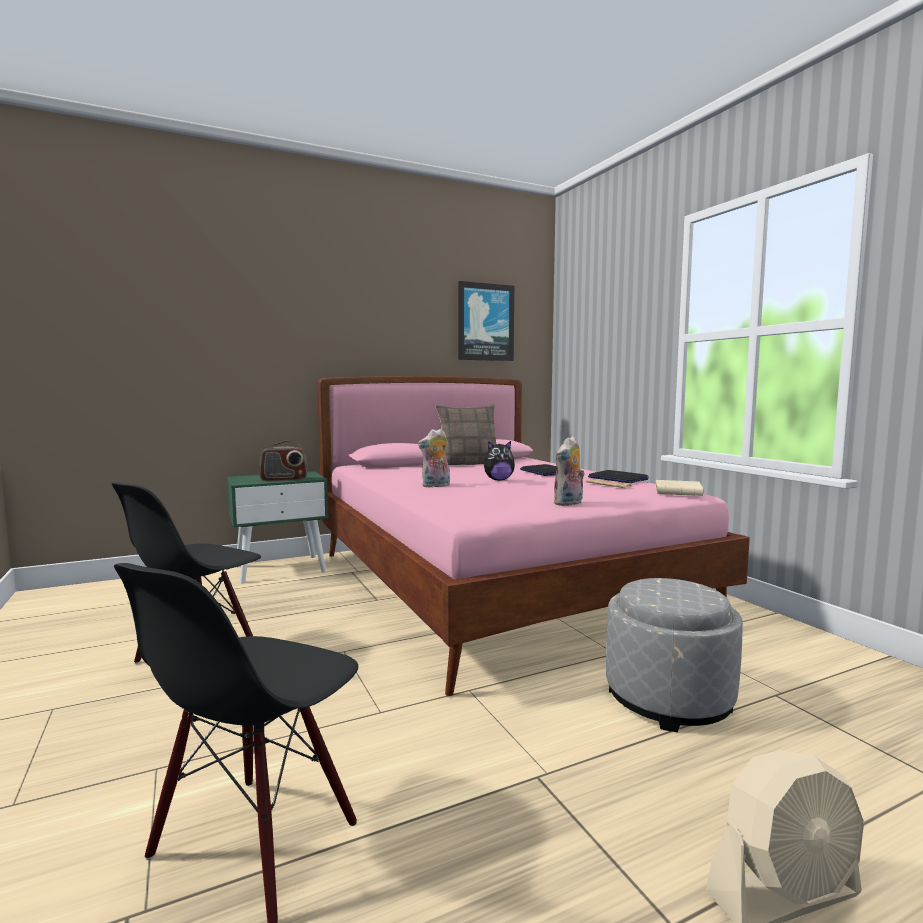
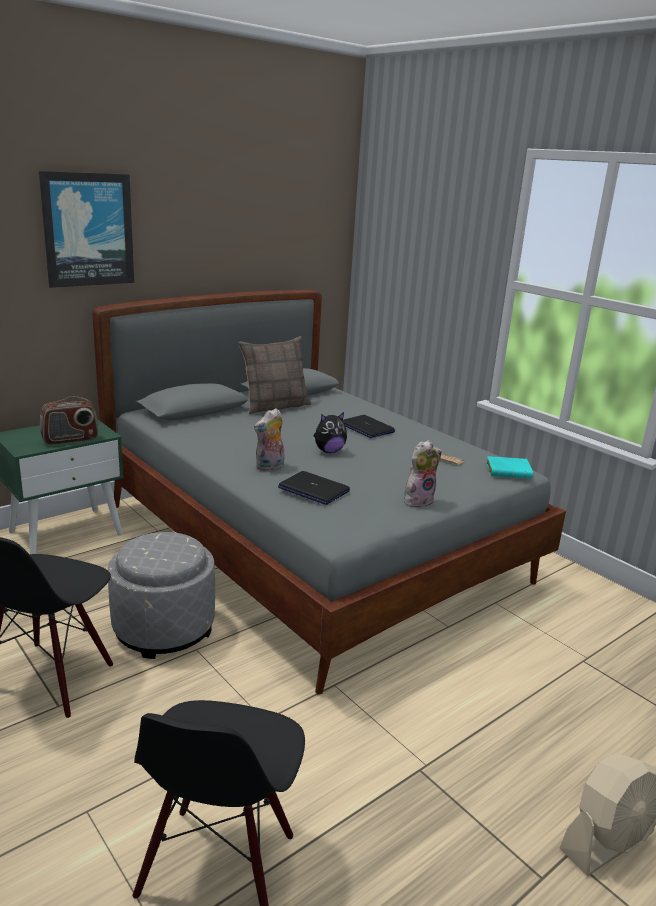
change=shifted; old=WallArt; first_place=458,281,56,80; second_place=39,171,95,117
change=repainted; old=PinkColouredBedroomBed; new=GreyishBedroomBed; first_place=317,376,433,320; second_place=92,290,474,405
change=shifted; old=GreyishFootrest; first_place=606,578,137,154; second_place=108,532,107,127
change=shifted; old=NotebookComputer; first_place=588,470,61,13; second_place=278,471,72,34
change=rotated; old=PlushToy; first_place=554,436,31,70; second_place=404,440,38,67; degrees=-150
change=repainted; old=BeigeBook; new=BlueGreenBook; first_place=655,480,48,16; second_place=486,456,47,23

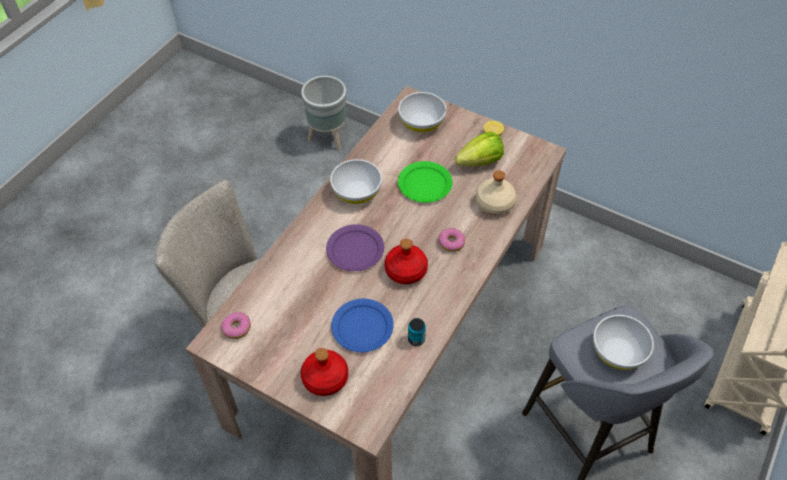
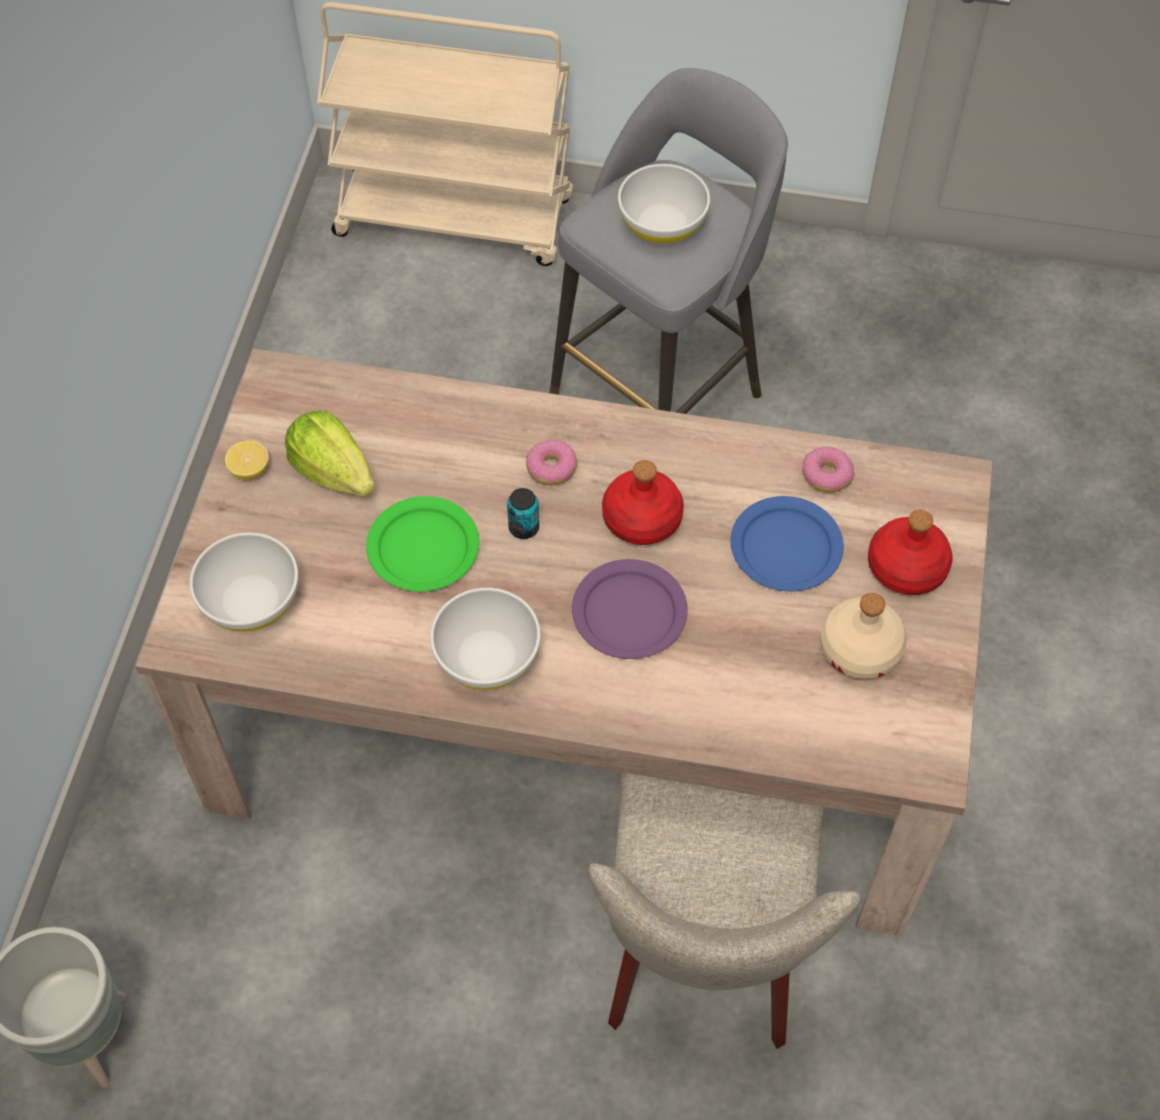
change=shifted; old=Can; first_place=408,318,18,28; second_place=507,488,32,51
change=shifted; old=Doughnut; first_place=221,312,30,27; second_place=802,446,52,47
change=shifted; old=BeigeDrinkBottle; first_place=476,170,41,45; second_place=820,593,87,86

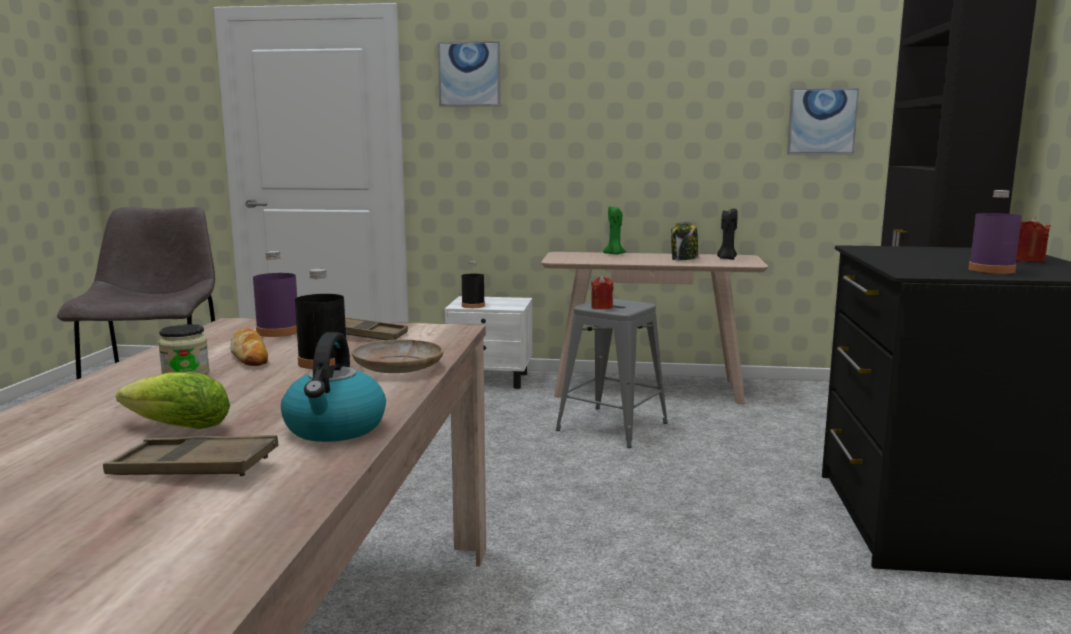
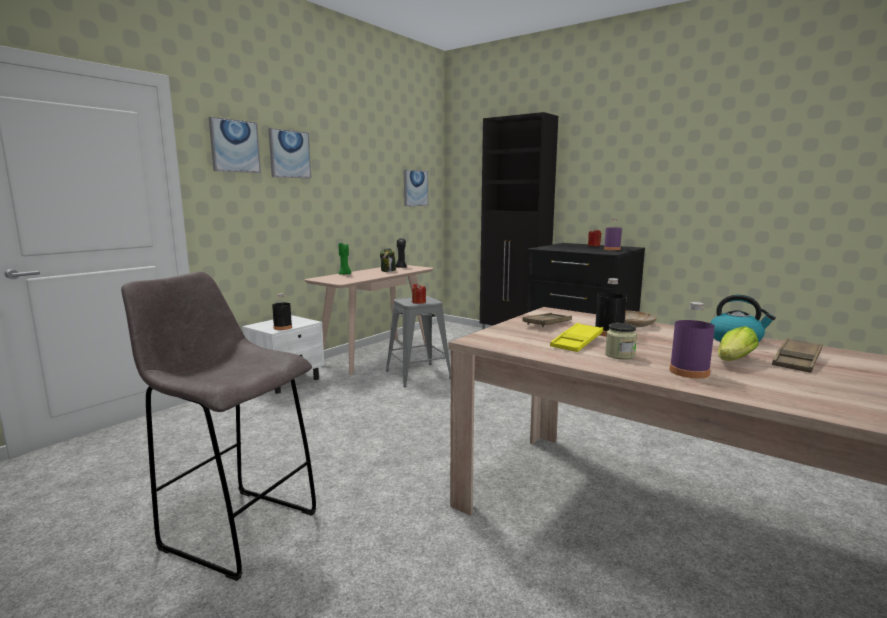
change=new; new=WallArt; second_place=268,128,43,50
change=swapped; old=BakedBread; new=YellowCarryingTray; first_place=230,328,38,38; second_place=550,323,53,29
change=shifted; old=PurplishDrinkBottle; first_place=253,251,44,86; second_place=669,302,46,76

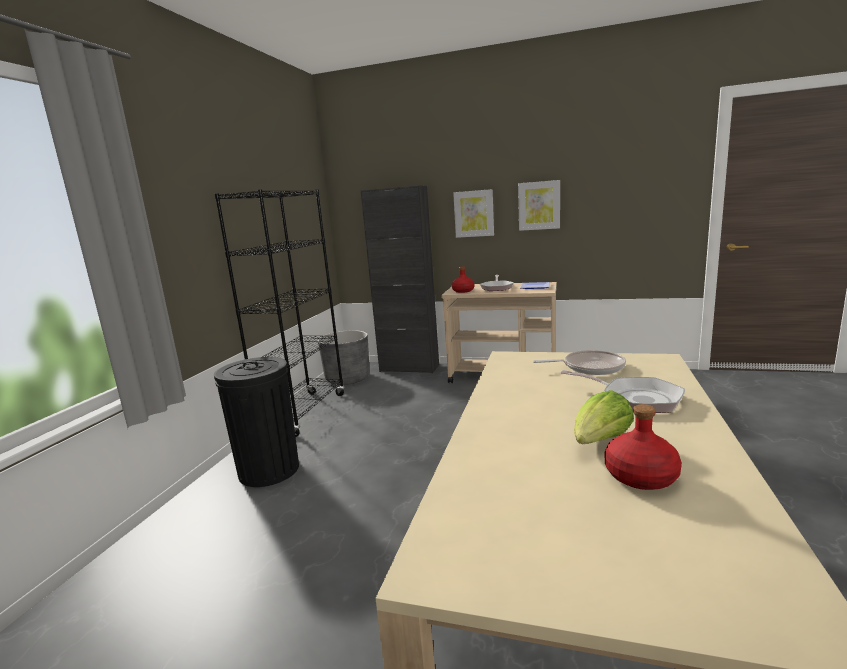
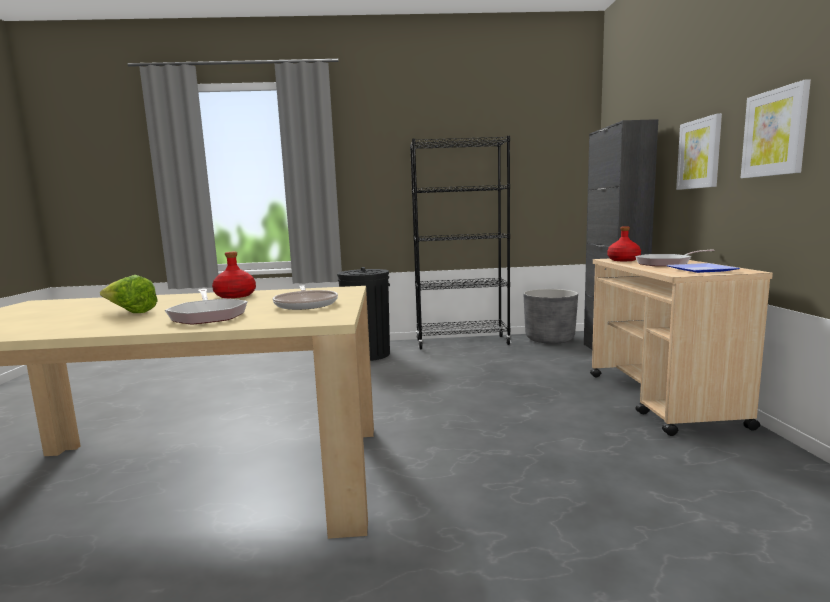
change=rotated; old=Skillet; first_place=561,370,124,43; second_place=165,289,83,36; degrees=-45
change=shifted; old=ReddishDrinkBottle; first_place=605,404,77,86; second_place=212,252,44,46

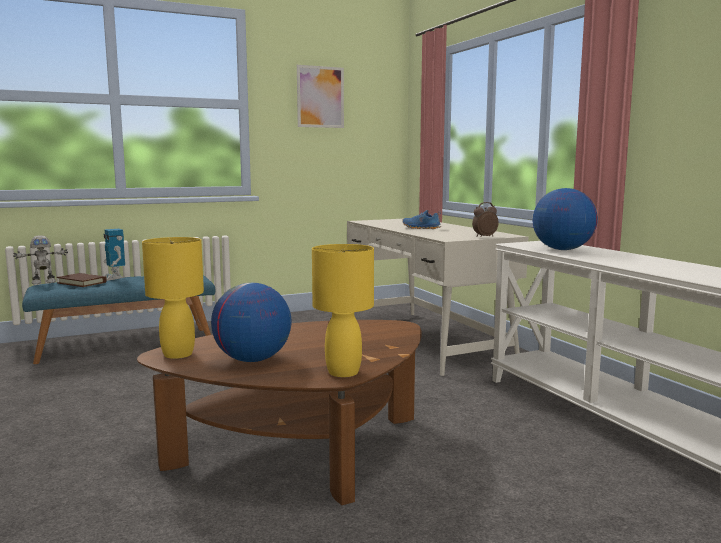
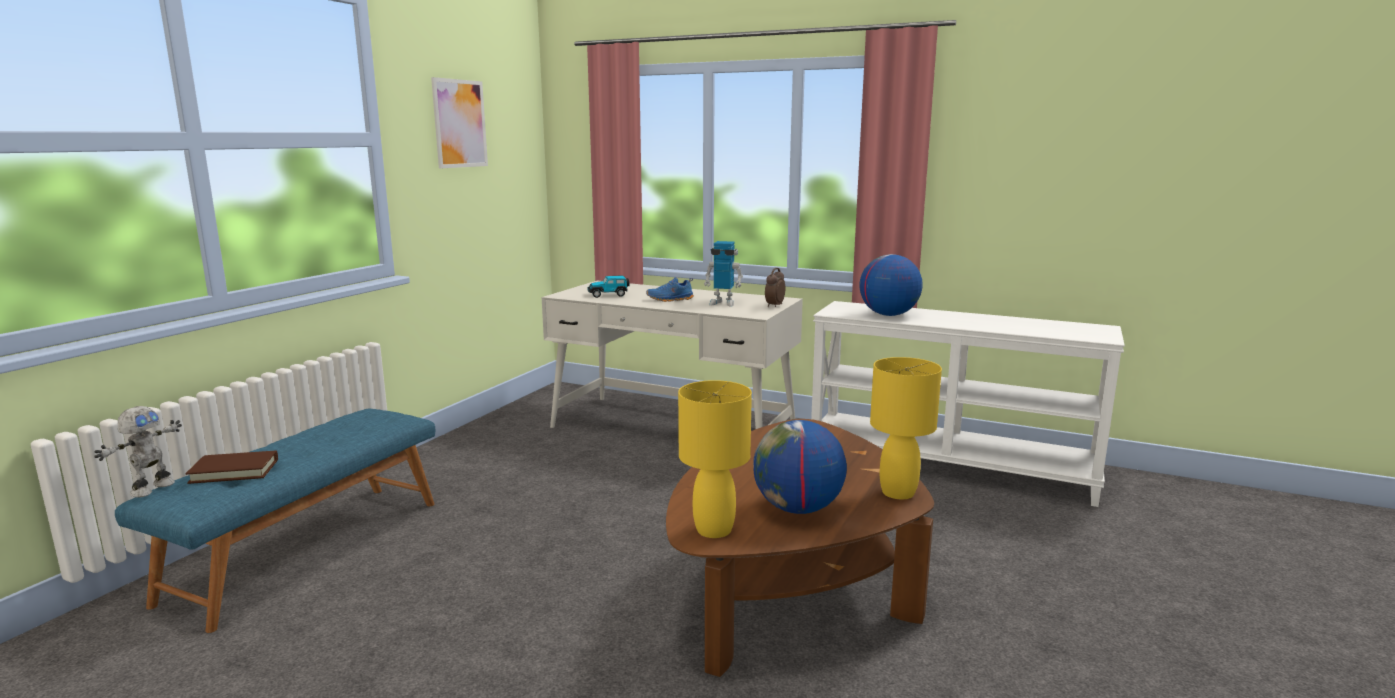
change=new; new=ModelCar; second_place=588,275,42,23
change=shifted; old=ToyRobot; first_place=103,229,22,52; second_place=704,241,39,66

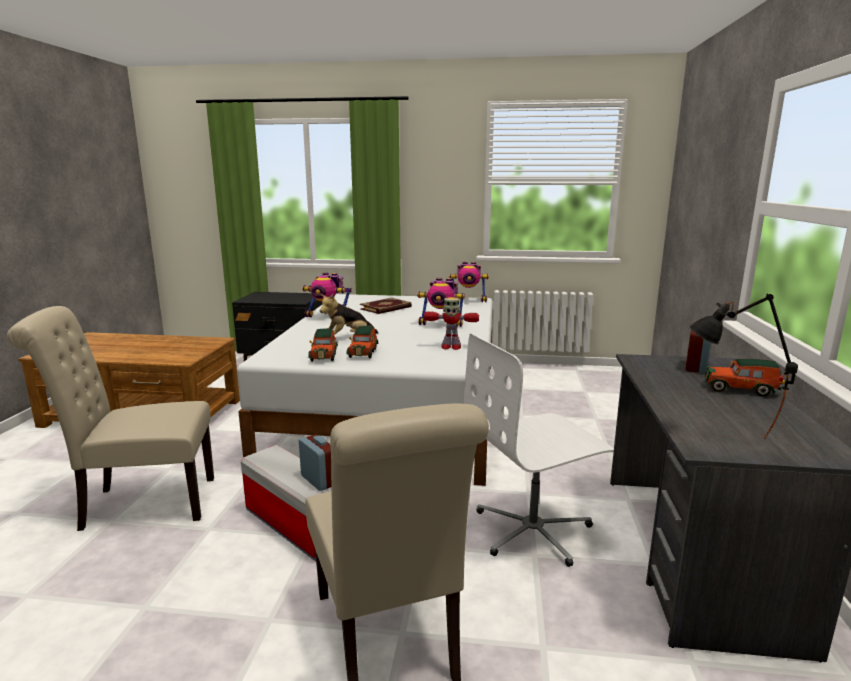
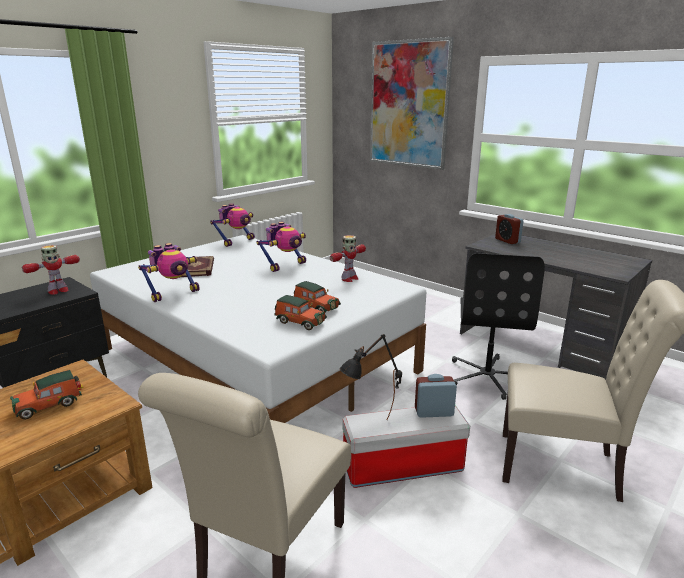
change=shifted; old=ModelCar; first_place=705,359,80,37; second_place=10,370,74,50
change=new; new=ToyRobot; second_place=22,245,58,50
change=shifted; old=BlackishTableLamp; first_place=690,294,108,145; second_place=339,334,63,87
change=new; new=WallArt; second_place=370,37,84,133
change=repainted; old=WhiteColouredComputerChair; new=BlackishComputerChair; first_place=464,333,150,234; second_place=452,253,93,147
change=gone; old=PlushToy; first_place=320,294,58,41

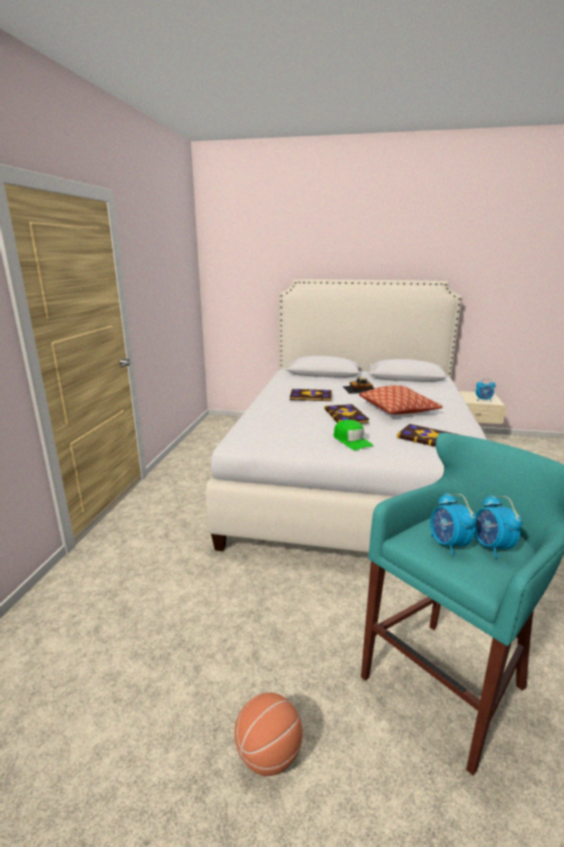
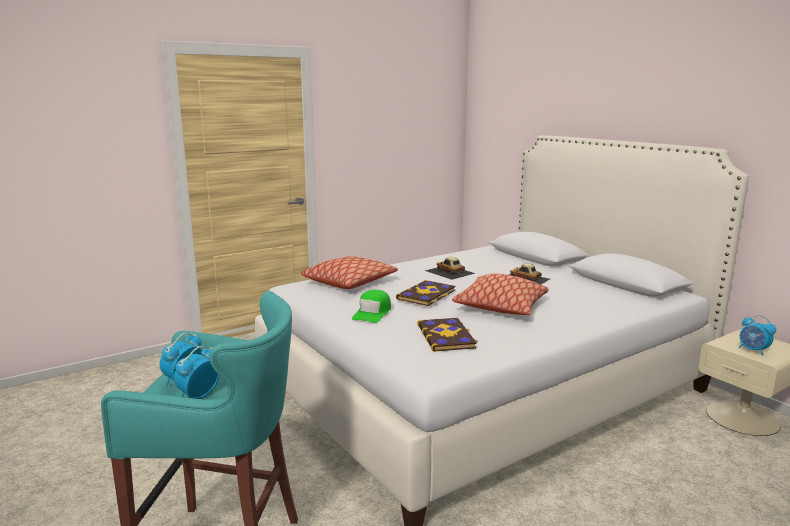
change=new; new=ThrowPillow; second_place=301,256,97,33
change=swapped; old=Book; new=ModelCar; first_place=290,389,42,12; second_place=425,257,50,23
change=gone; old=Basketball; first_place=234,693,69,83

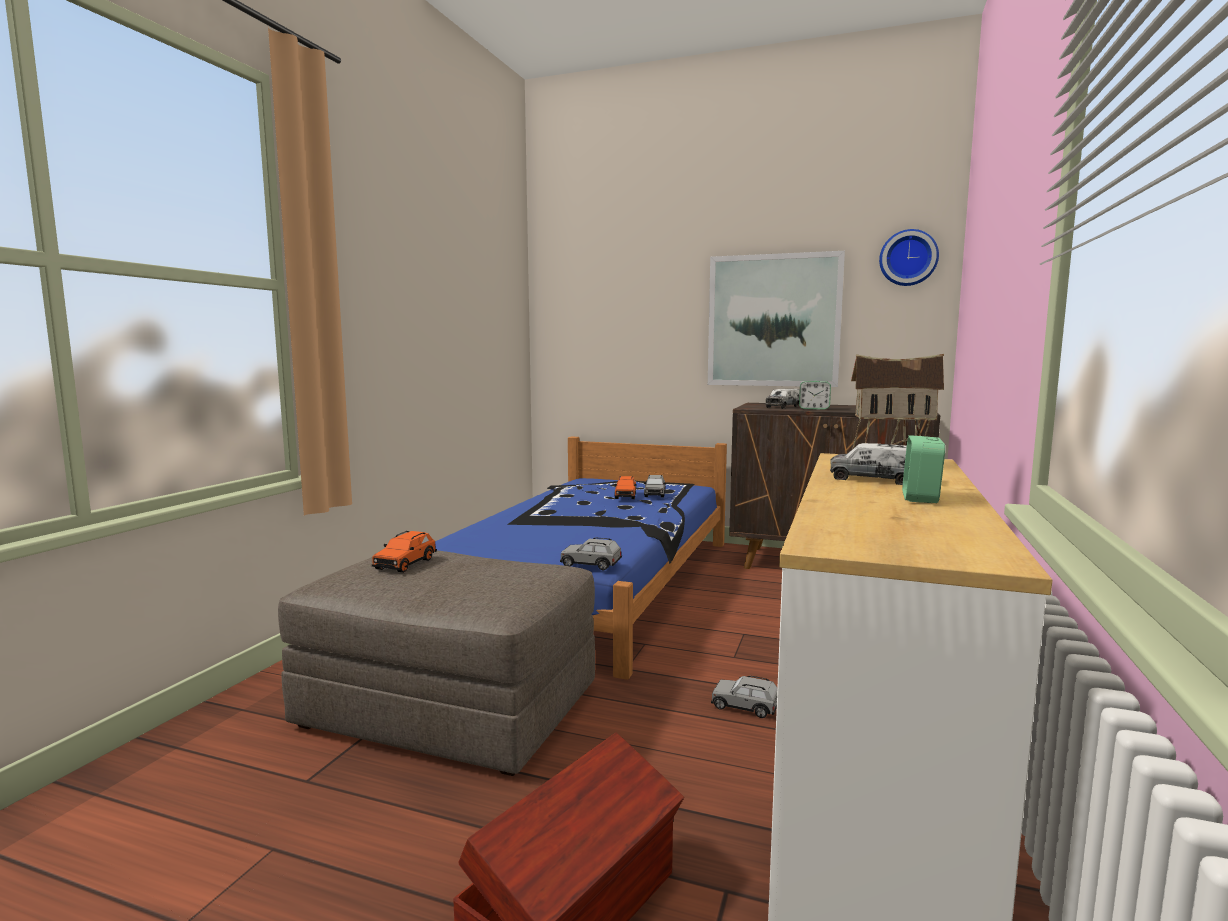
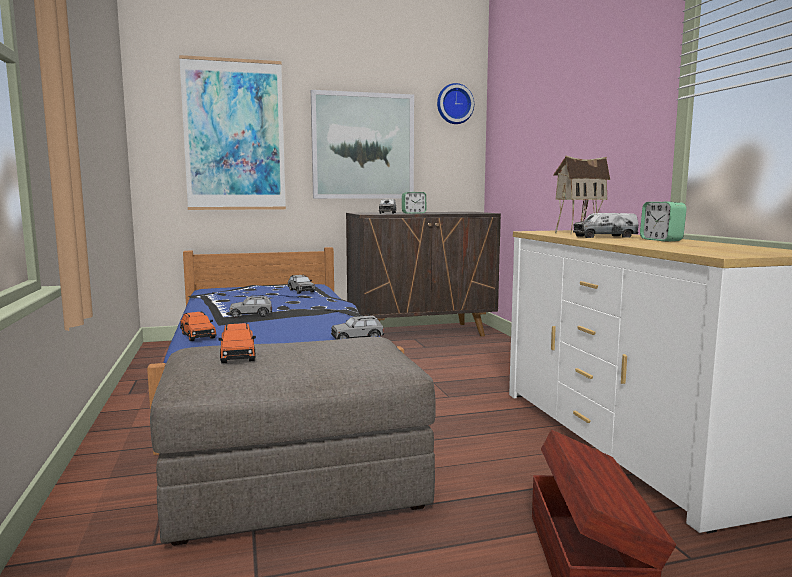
change=new; new=WallArt; second_place=179,55,107,155
change=shifted; old=OrangeModelCar; first_place=614,476,23,23; second_place=180,311,37,30
change=shifted; old=GreyishModelCar; first_place=711,676,66,42; second_place=229,295,43,23

